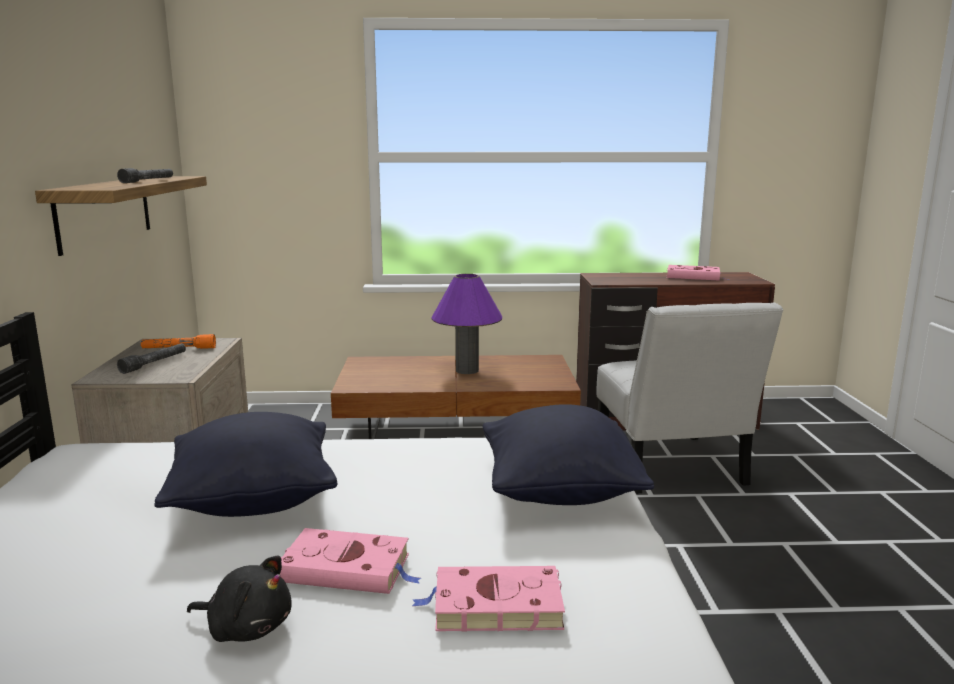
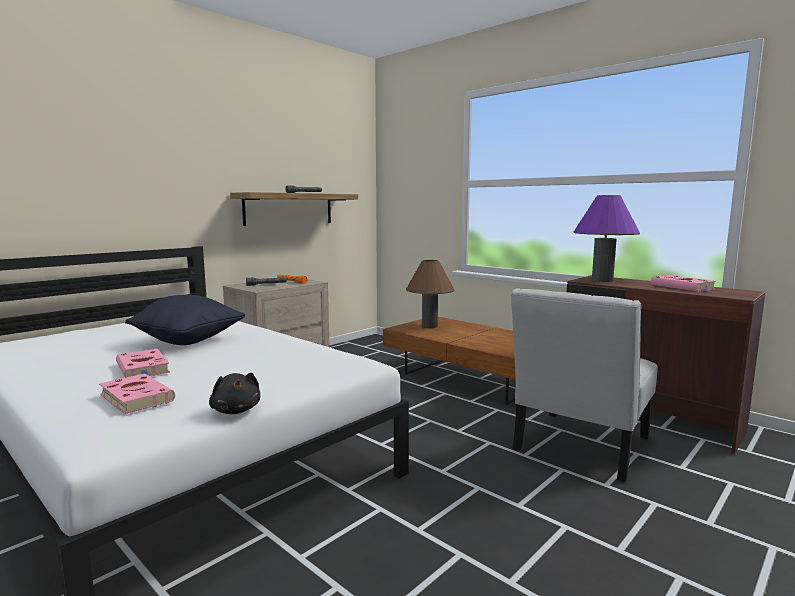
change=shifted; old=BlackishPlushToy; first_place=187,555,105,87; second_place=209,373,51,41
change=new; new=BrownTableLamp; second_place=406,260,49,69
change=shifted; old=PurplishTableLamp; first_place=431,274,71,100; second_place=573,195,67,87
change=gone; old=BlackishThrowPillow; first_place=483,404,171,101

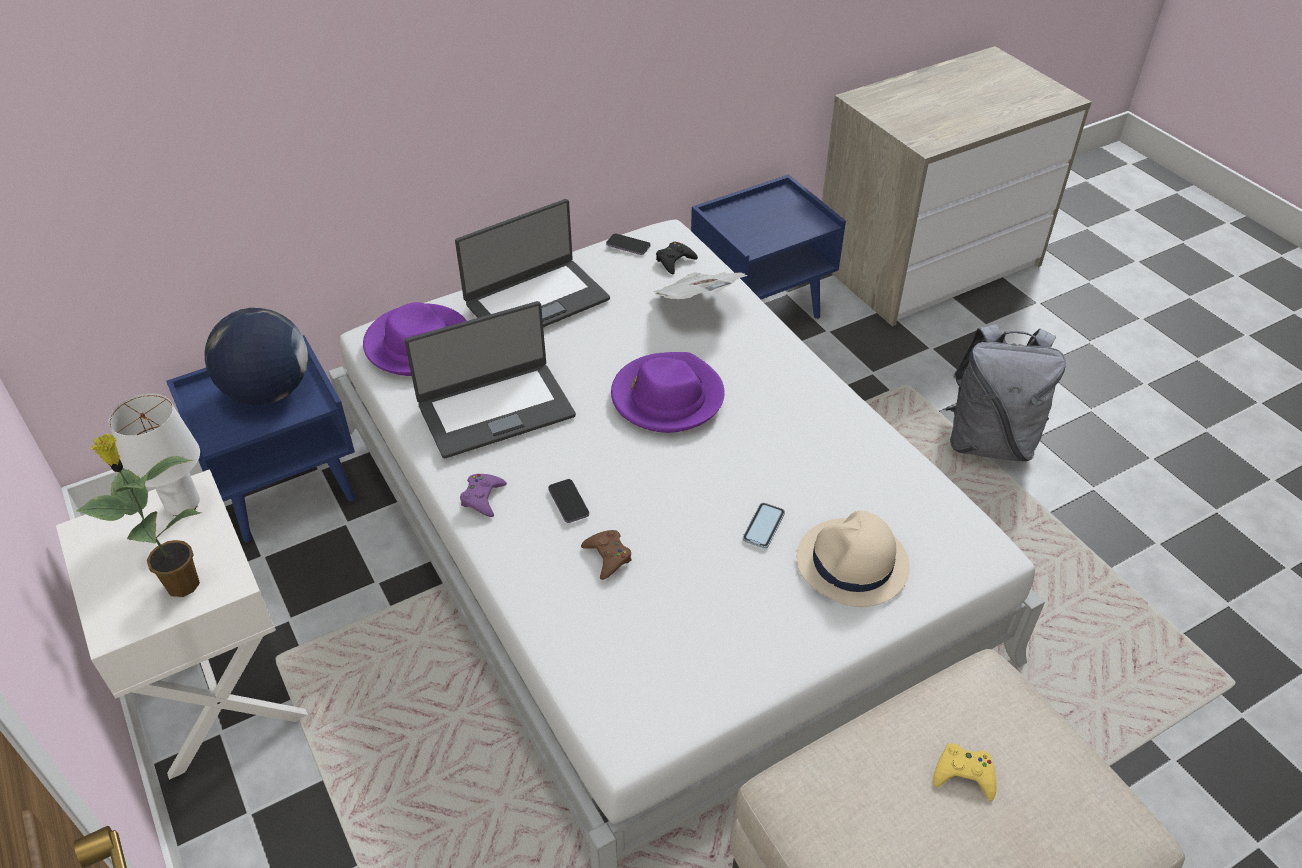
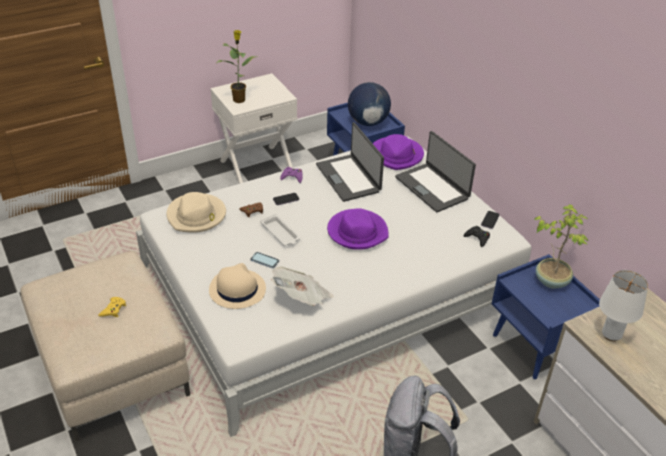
change=new; new=BeigeWearableHat; second_place=167,192,59,40
change=new; new=WhiteColouredCarryingTray; second_place=260,214,41,32
change=shifted; old=Newspaper; first_place=654,272,93,27; second_place=271,266,62,40
change=new; new=Houseplant; second_place=534,204,54,85
change=shifted; old=WhiteColouredTableLamp; first_place=109,394,91,122; second_place=599,270,49,71

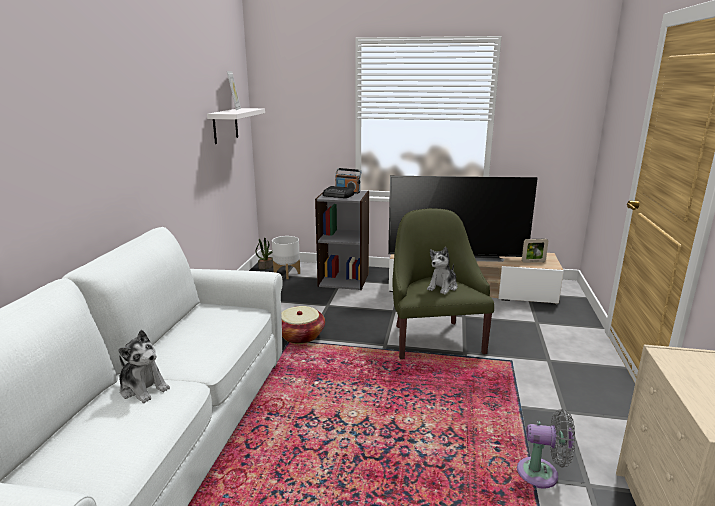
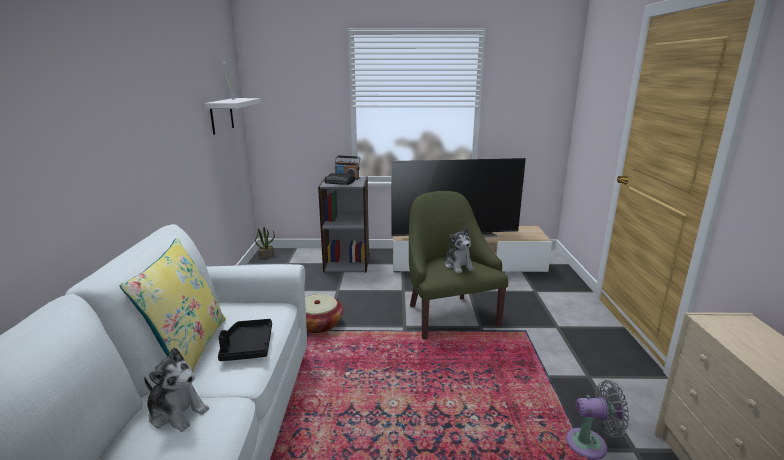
change=new; new=YellowThrowPillow; second_place=120,238,106,134
change=new; new=BlackishCarryingTray; second_place=218,319,54,42
change=rotated; old=PlushToy; first_place=427,247,30,47; second_place=445,227,29,46; degrees=-45
change=gone; old=WhiteColouredFlowerPot; first_place=272,236,28,43
change=gone; old=StandingFrame; first_place=522,239,26,24

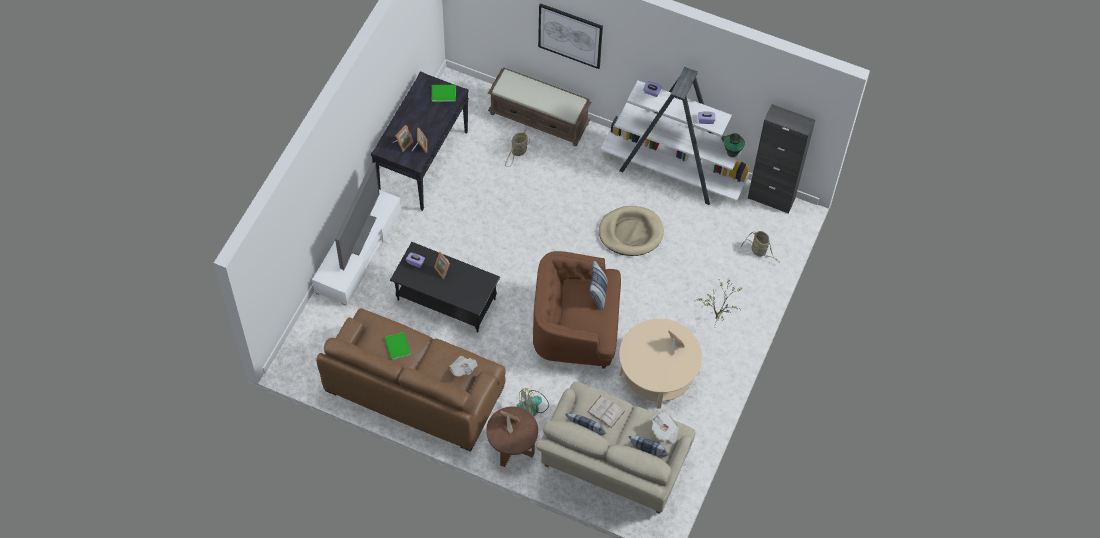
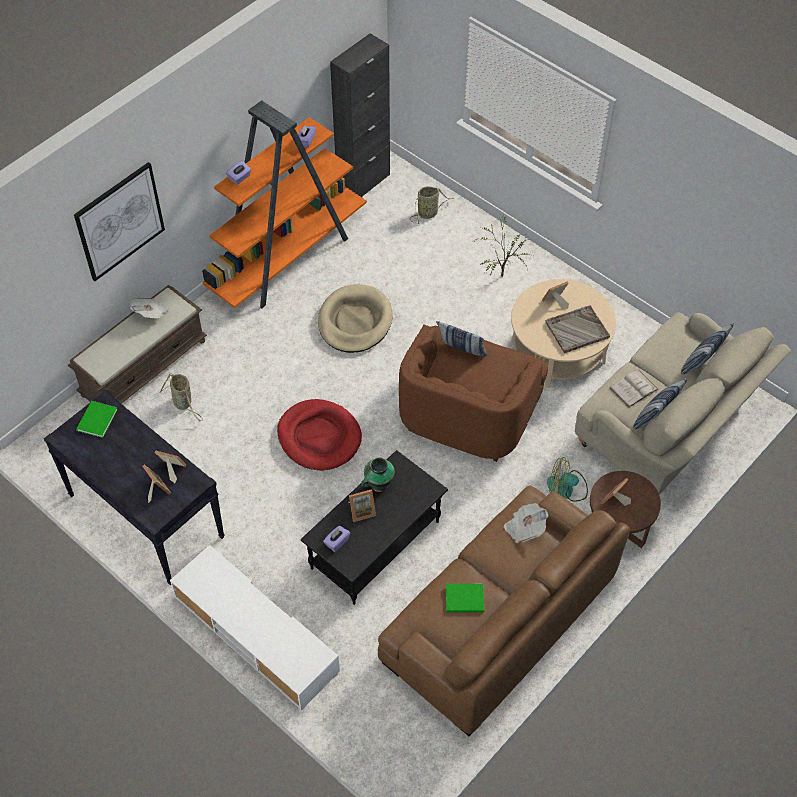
change=shifted; old=Newspaper; first_place=652,412,28,31; second_place=130,297,40,22
change=repainted; old=WhiteColouredBookshelf; new=OrangeBookshelf; first_place=600,67,150,138; second_place=202,100,165,208
change=new; new=ReddishPetBed; second_place=277,399,85,71
change=shifted; old=Vase; first_place=721,133,24,24; second_place=361,457,34,35
change=new; new=GreyishCarryingTray; second_place=545,305,65,48
change=rotated; old=ElectricFan; first_place=517,388,32,28; second_place=547,457,41,45; degrees=105
change=gone; old=Tv; first_place=335,163,45,108

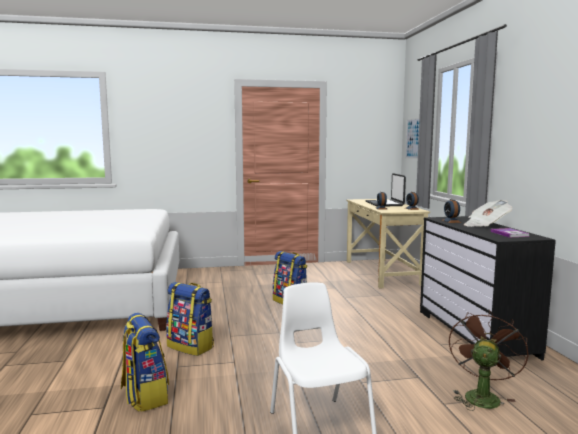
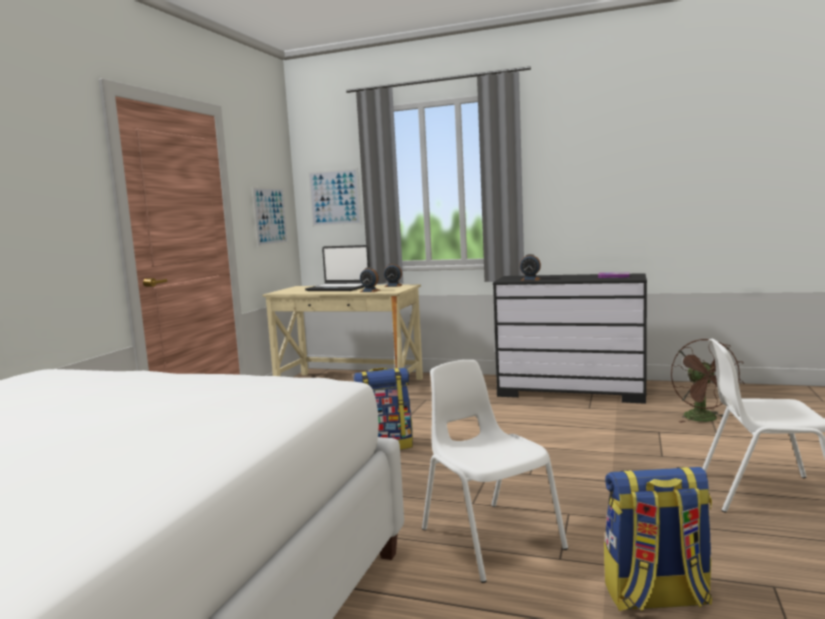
change=new; new=WallArt; second_place=252,186,36,61
change=swapped; old=Knapsack; new=WhiteColouredChair; first_place=166,282,48,74; second_place=422,360,146,223
change=rotated; old=BrownElectricFan; first_place=449,310,79,101; second_place=671,339,74,84; degrees=-150
change=gone; old=Newspaper; first_place=464,200,48,27

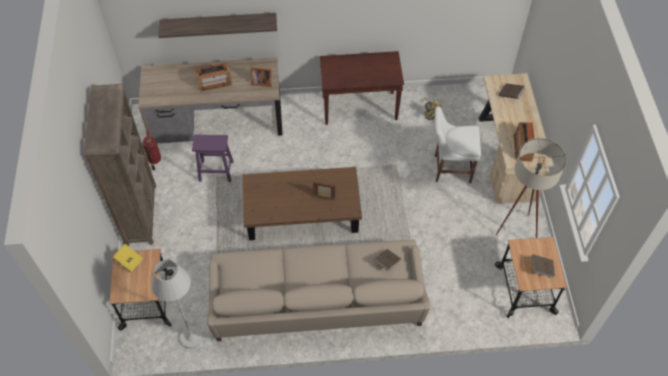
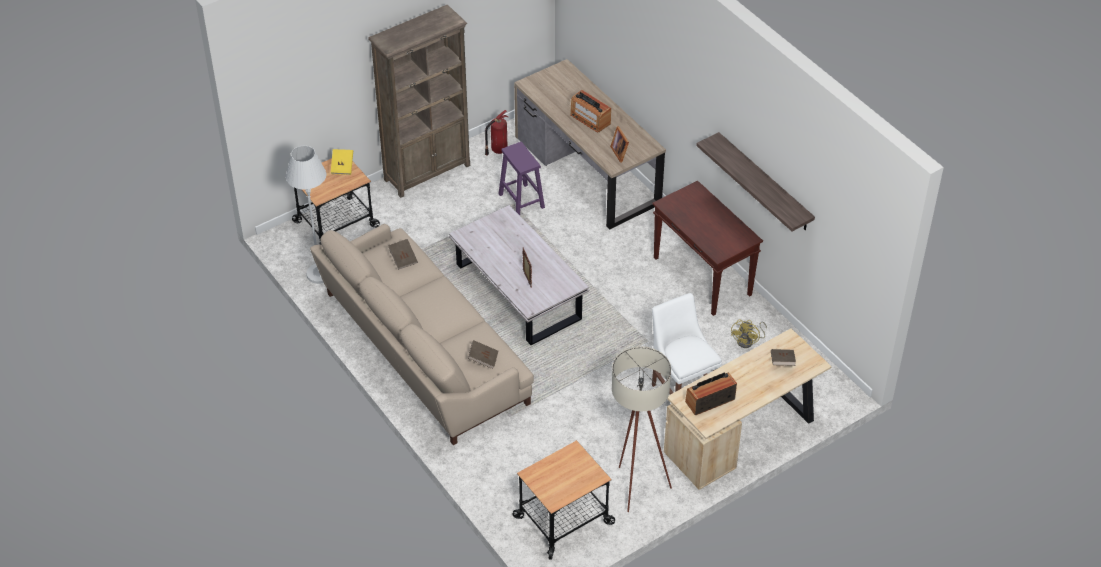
change=shifted; old=BrownBook; first_place=532,255,23,23; second_place=388,239,30,31
change=repainted; old=BrownLowTable; new=WhiteColouredLowTable; first_place=243,167,119,73; second_place=449,205,140,140
change=shifted; old=Shelf; first_place=158,13,119,25; second_place=696,132,119,99

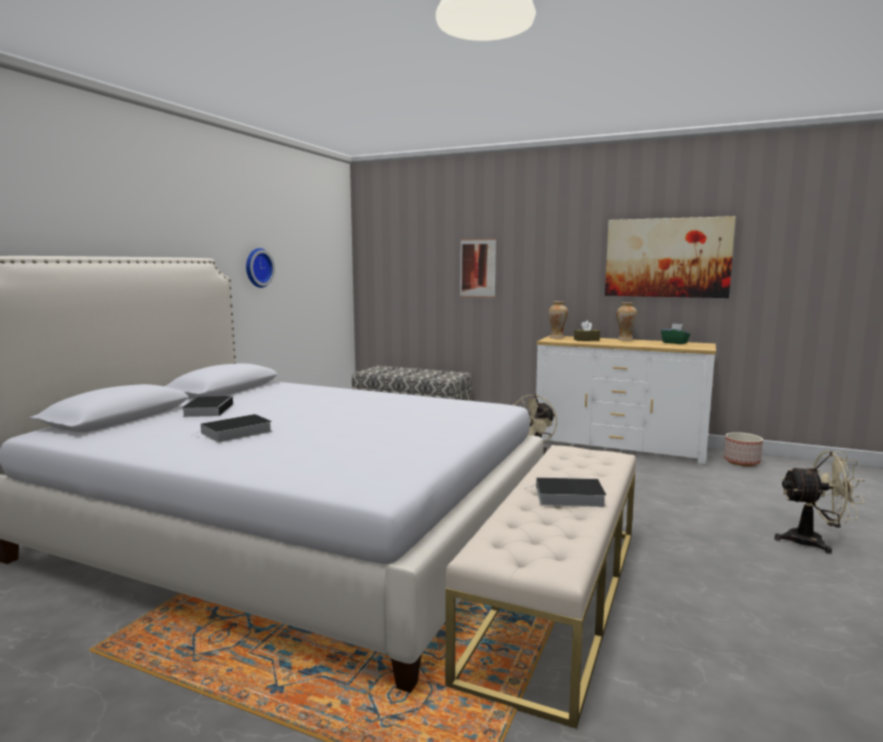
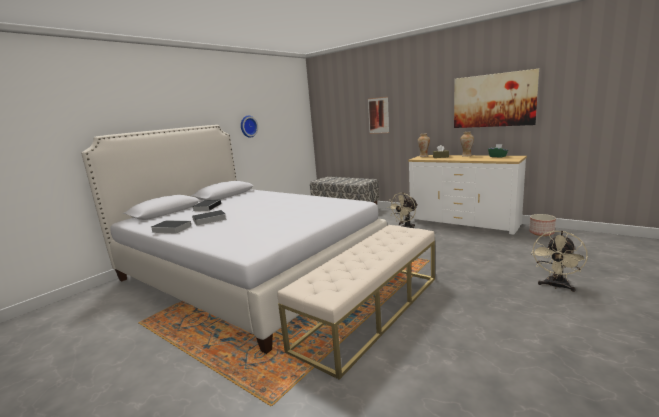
change=shifted; old=Book; first_place=525,477,81,30; second_place=151,220,40,14
change=rotated; old=BeigeElectricFan; first_place=774,451,91,103; second_place=531,231,57,61; degrees=105

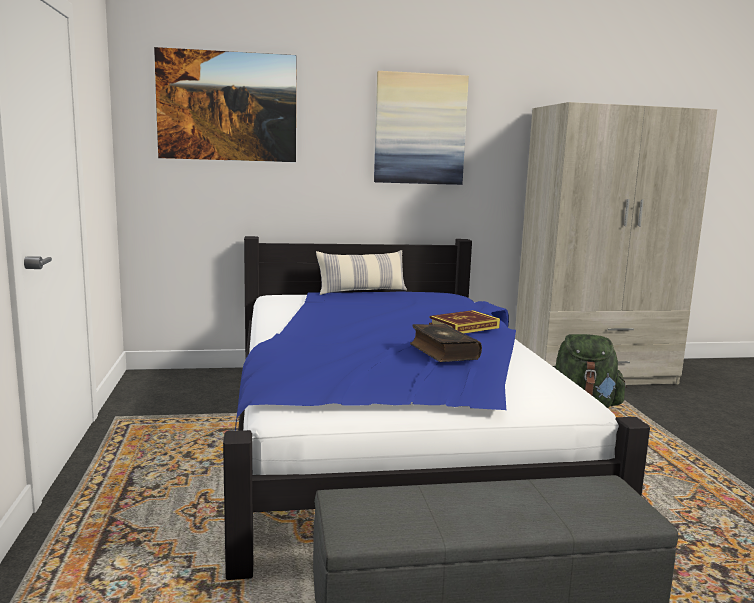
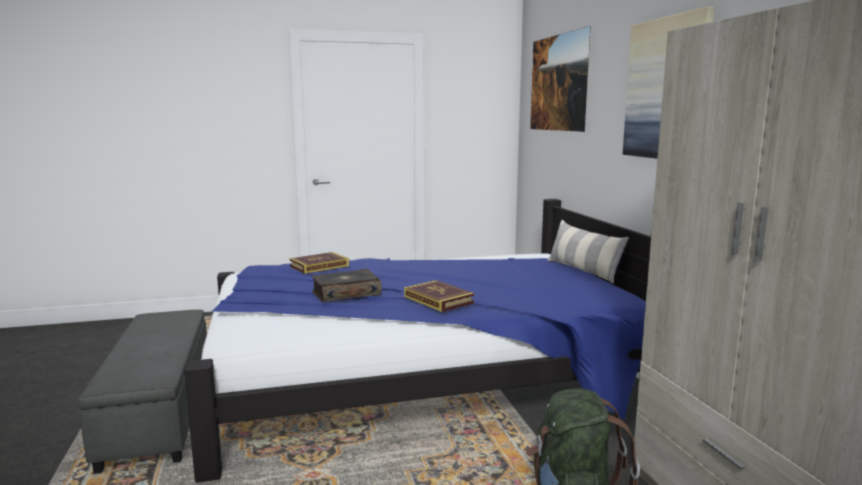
change=new; new=Book; second_place=290,252,59,22

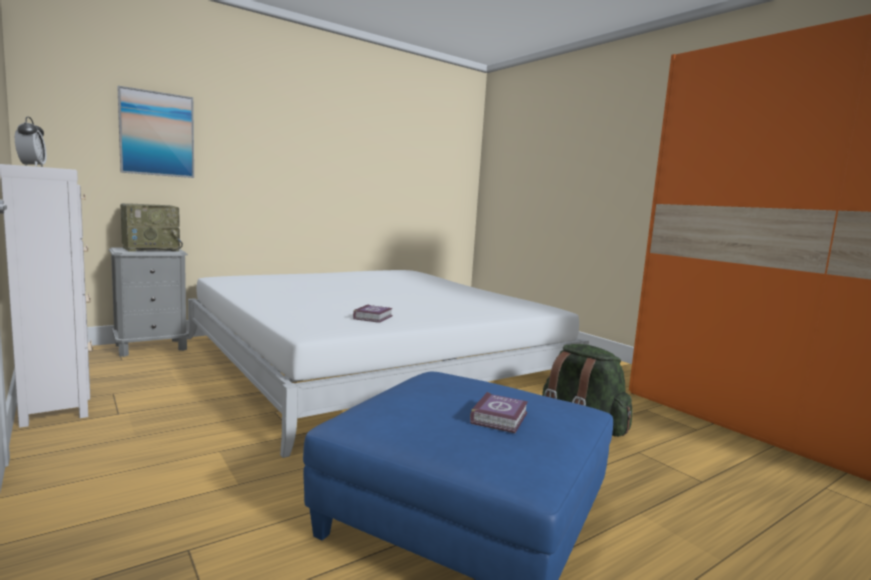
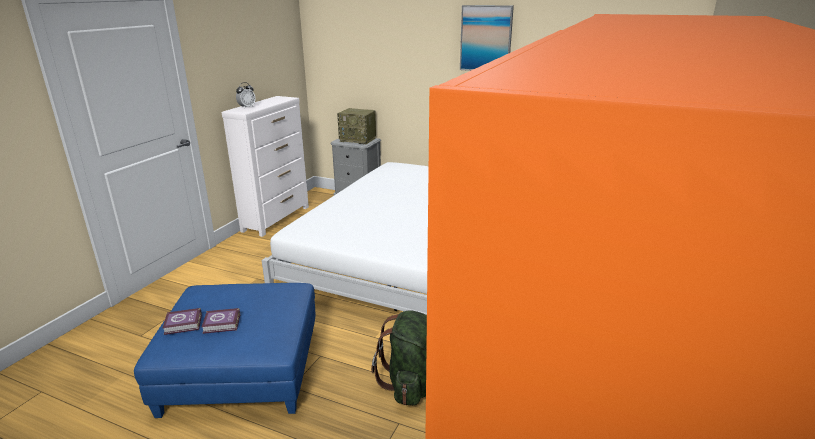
change=shifted; old=Book; first_place=353,305,40,18; second_place=163,308,39,27
change=shifted; old=WallArt; first_place=117,86,77,92; second_place=460,5,54,66

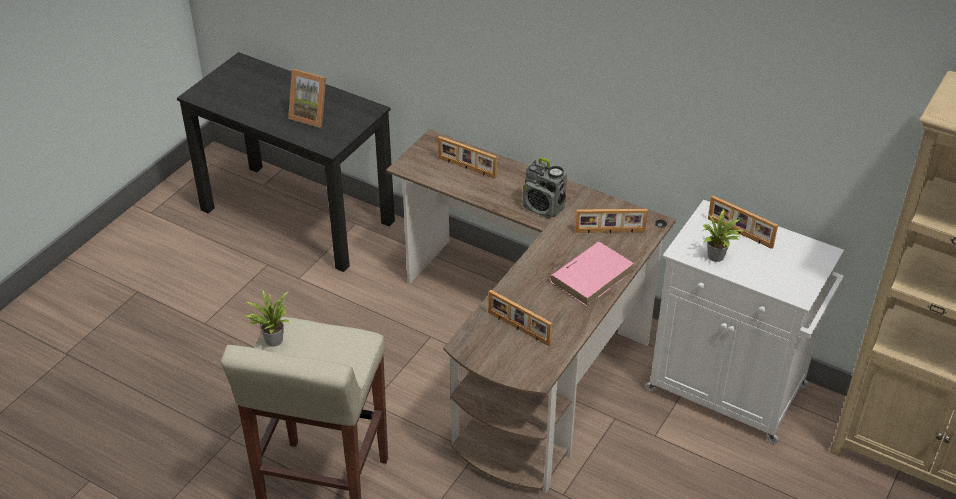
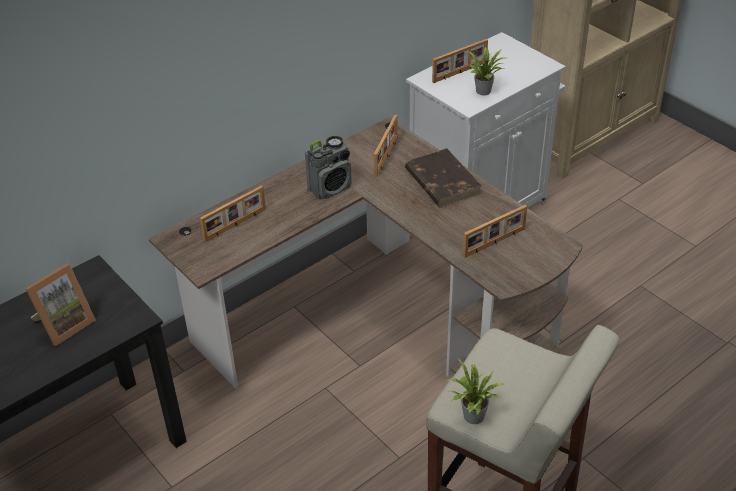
change=repainted; old=PinkColouredBook; new=BrownBook; first_place=550,242,84,64; second_place=405,148,76,60

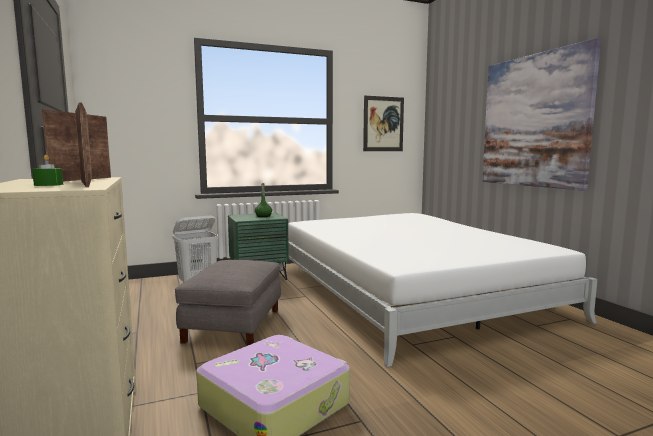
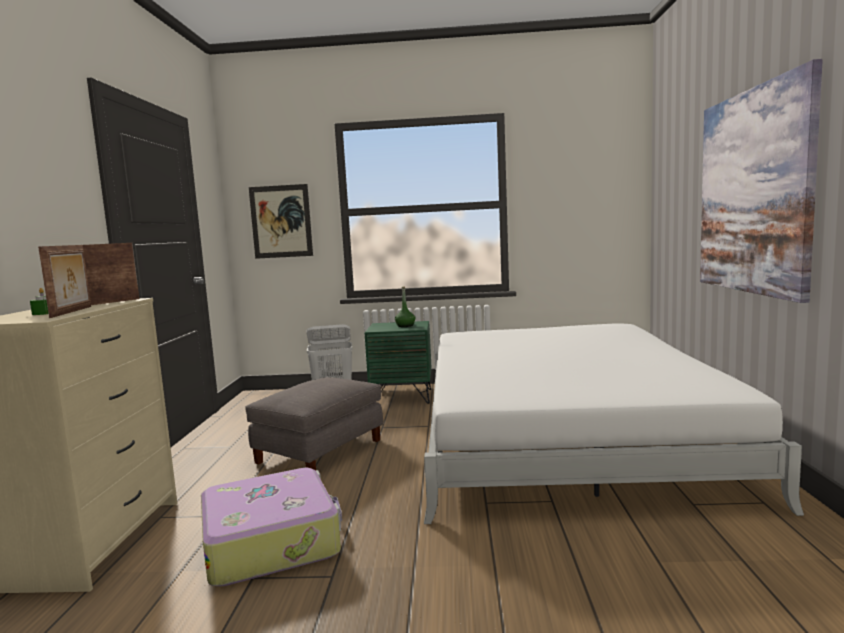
change=shifted; old=WallArt; first_place=363,96,41,55; second_place=249,184,64,75

